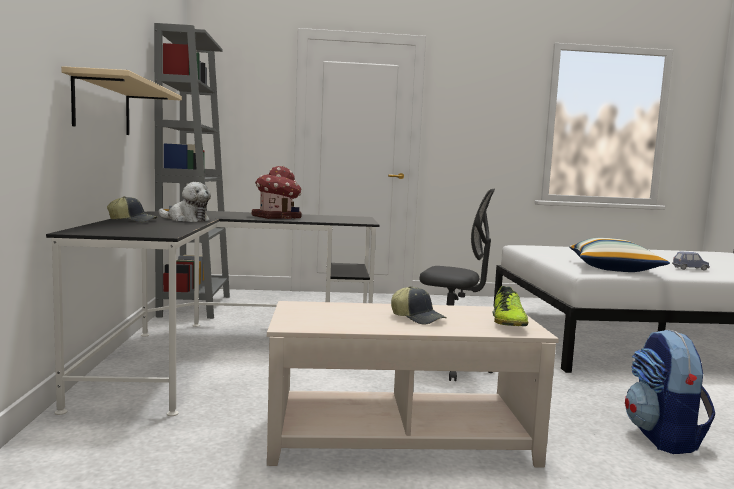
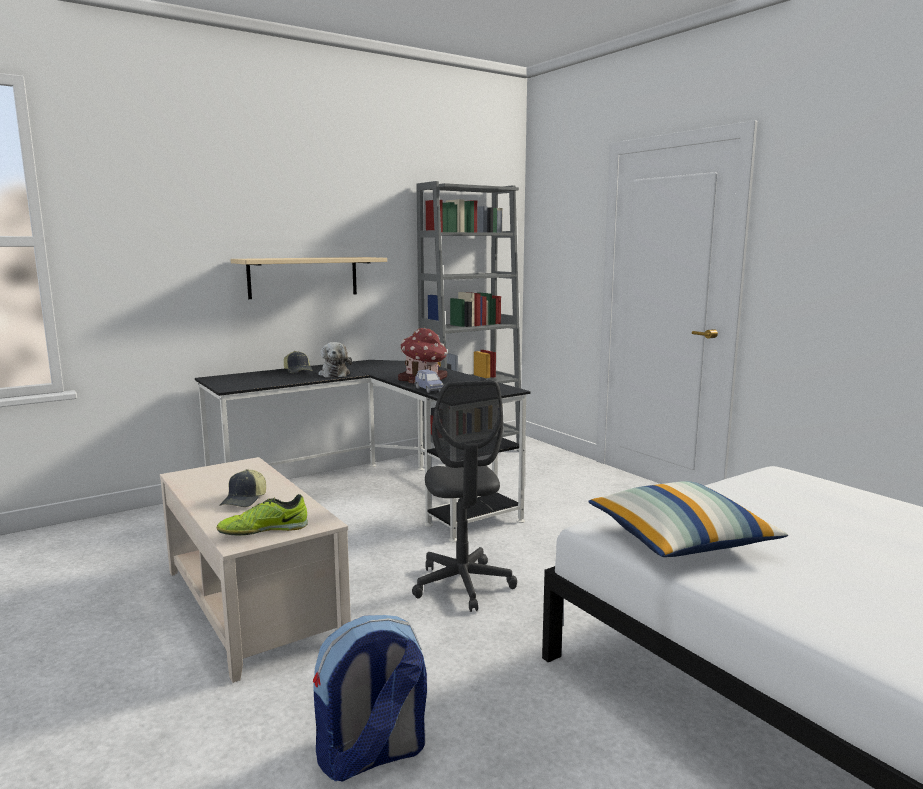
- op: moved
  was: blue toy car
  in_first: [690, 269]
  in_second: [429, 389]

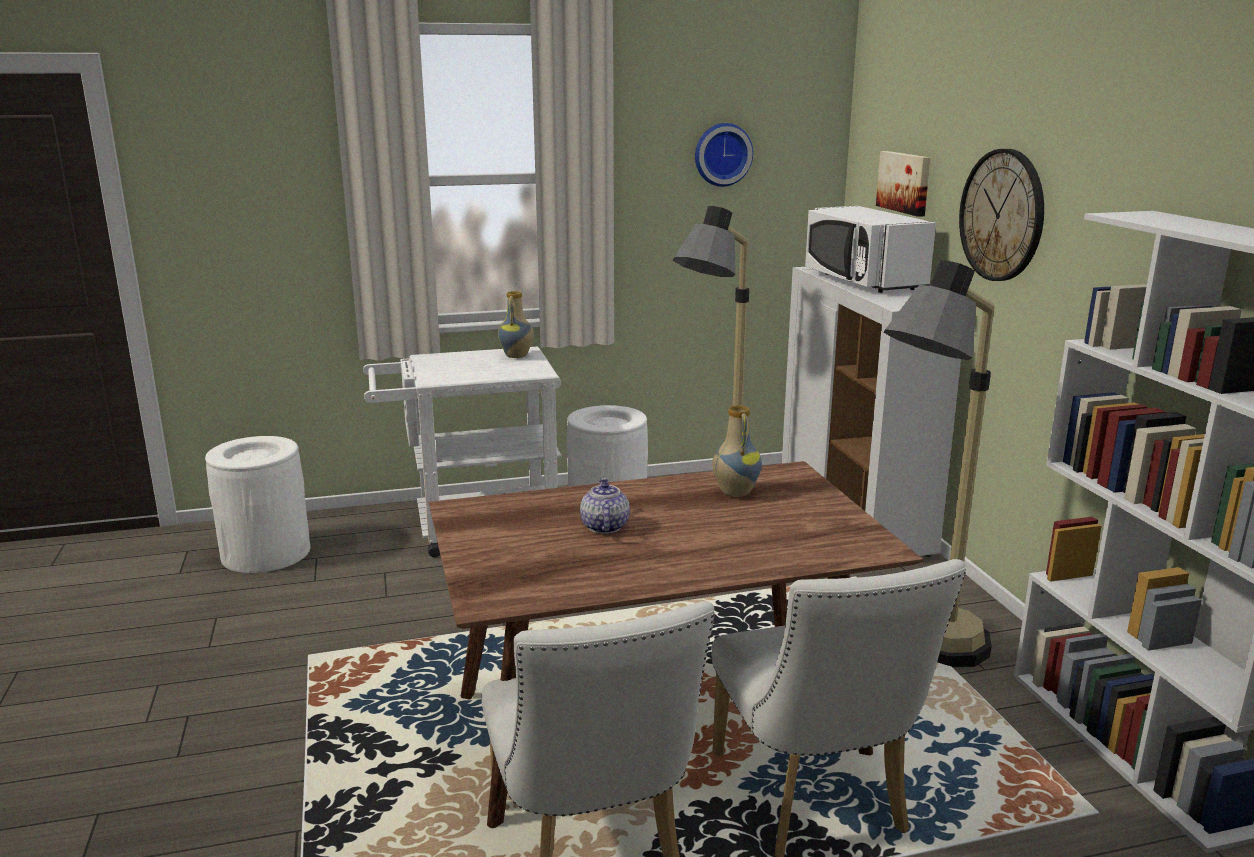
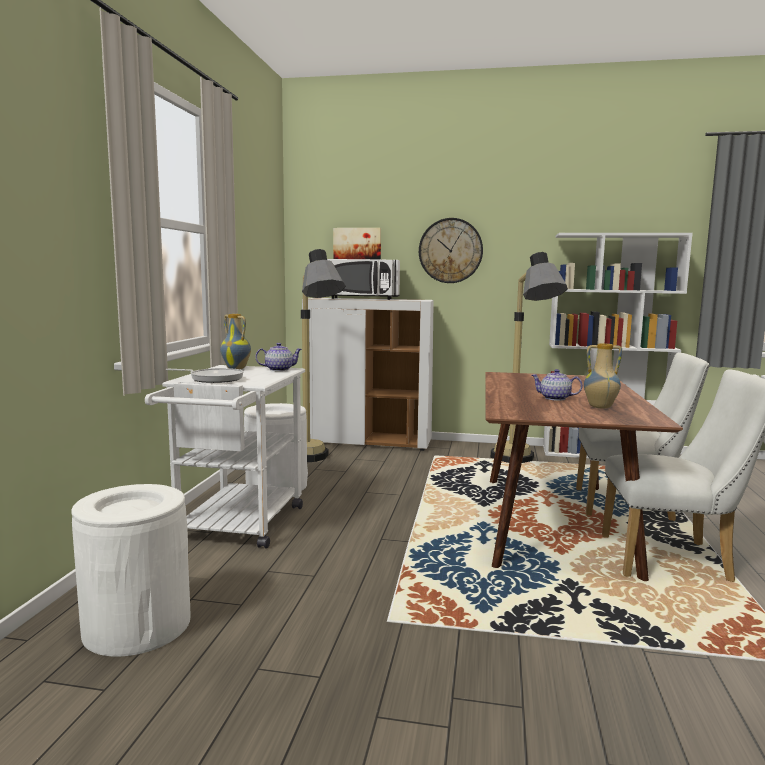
- op: removed
  was: wall clock
  in_first: [722, 154]
- op: added
  now: frying pan
  in_second: [213, 379]
- op: added
  now: teapot
  in_second: [278, 369]
- op: moved
  was: vase
  in_first: [734, 493]
  in_second: [600, 407]

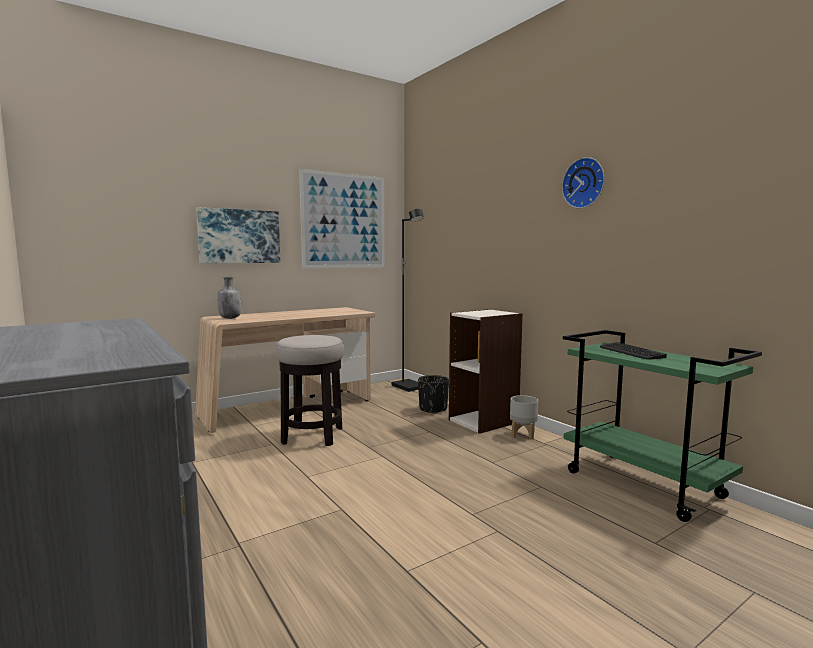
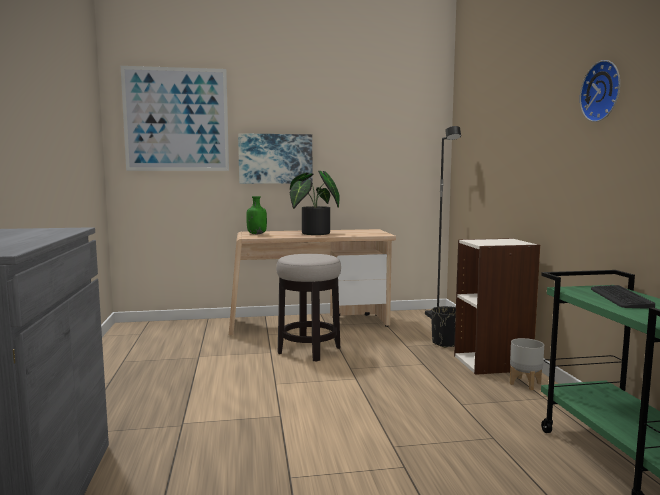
- op: added
  now: potted plant
  in_second: [312, 234]
- op: moved
  was: picture
  in_first: [344, 221]
  in_second: [176, 119]
- op: recoloured
  was: grey bottle
  now: green bottle
  in_first: [230, 318]
  in_second: [257, 234]

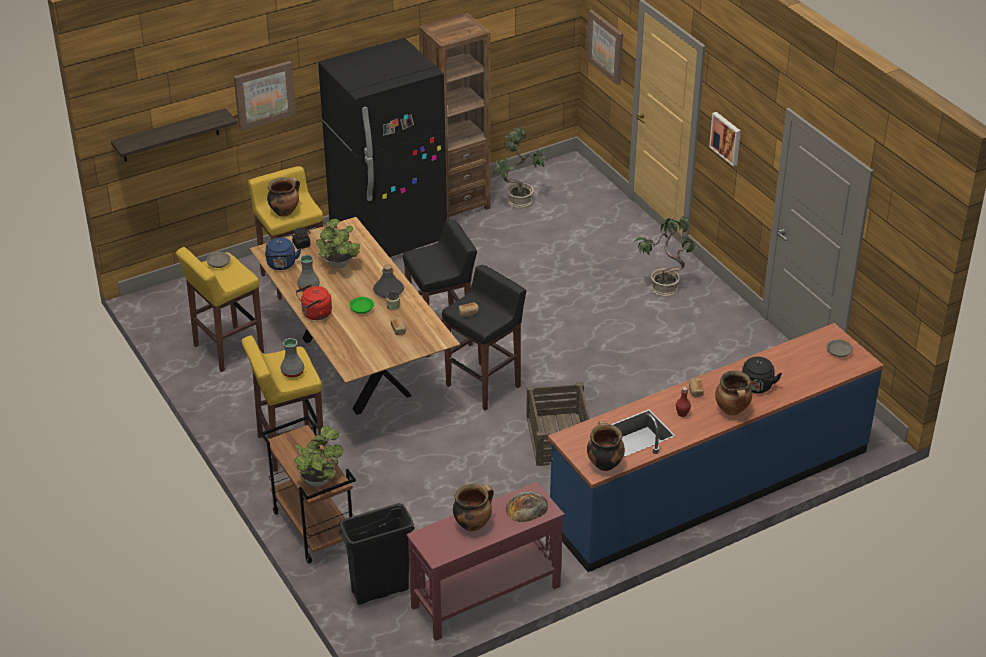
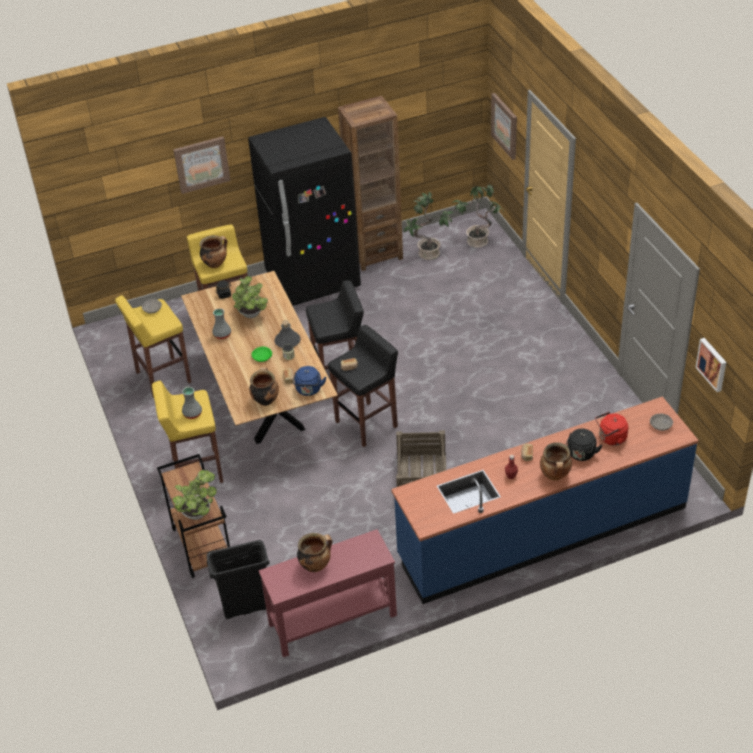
- op: removed
  was: shelf
  in_first: [170, 136]
- op: removed
  was: bread
  in_first: [527, 507]
- op: moved
  was: blue kettle
  in_first: [281, 265]
  in_second: [308, 390]
- op: moved
  was: red kettle
  in_first: [315, 314]
  in_second: [611, 438]
- op: moved
  was: cooking pot
  in_first: [604, 464]
  in_second: [265, 400]
- op: moved
  was: potted plant
  in_first: [665, 287]
  in_second: [478, 240]
- op: moved
  was: picture
  in_first: [726, 138]
  in_second: [712, 364]

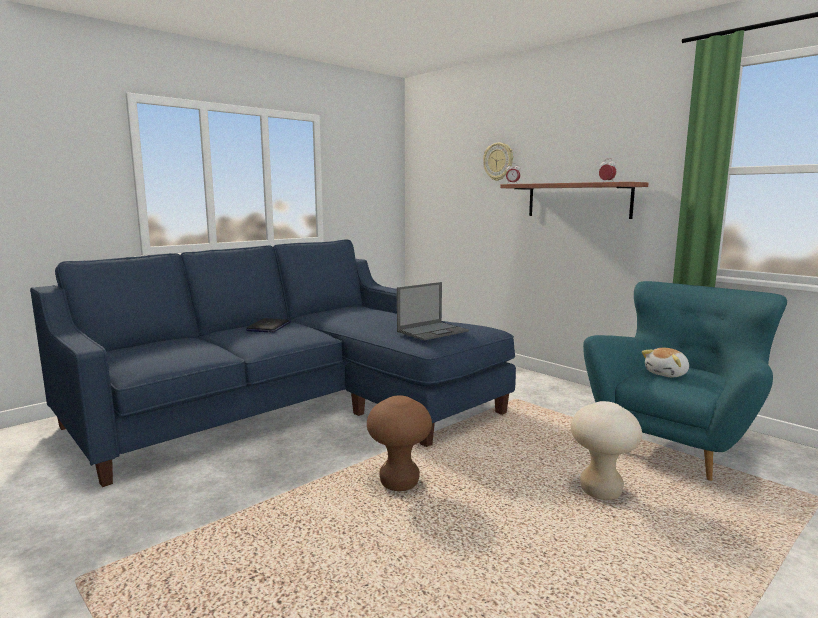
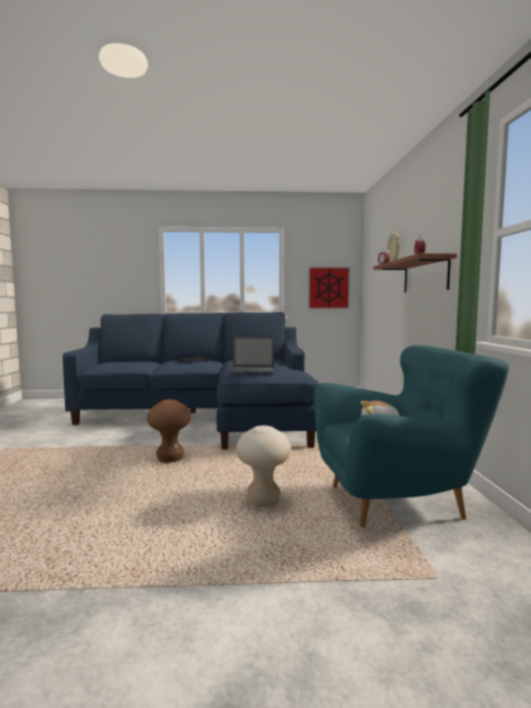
- op: added
  now: picture
  in_second: [328, 288]

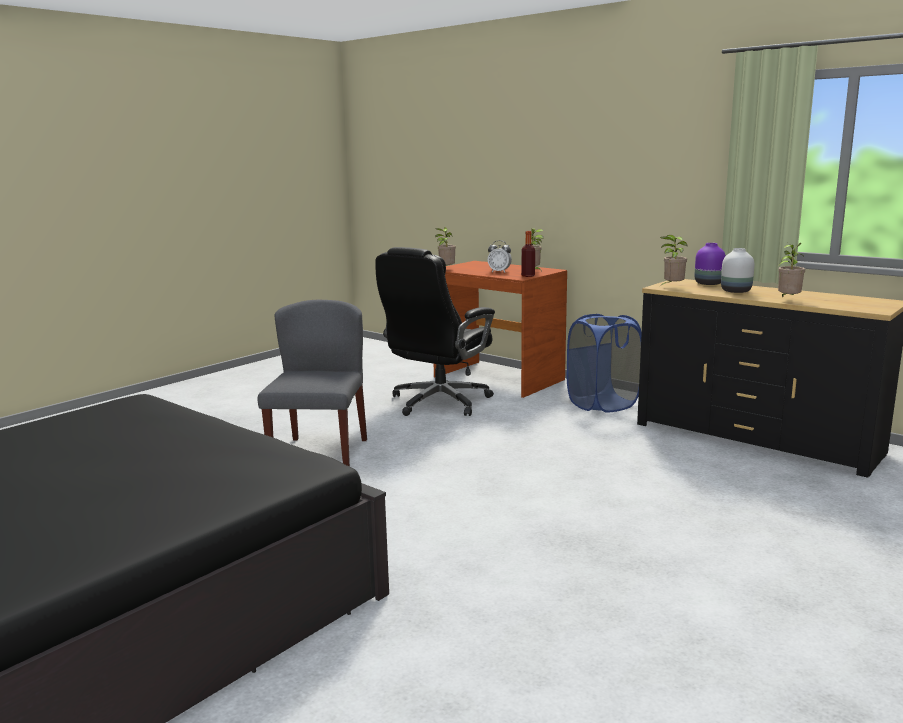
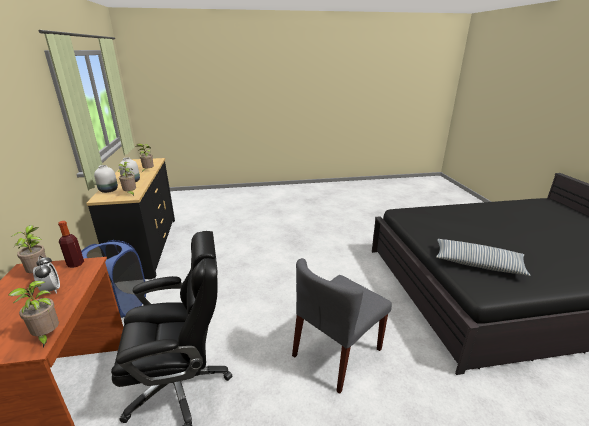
- op: added
  now: pillow
  in_second: [477, 263]
- op: recoloured
  was: purple vase
  now: white vase
  in_first: [708, 283]
  in_second: [108, 190]

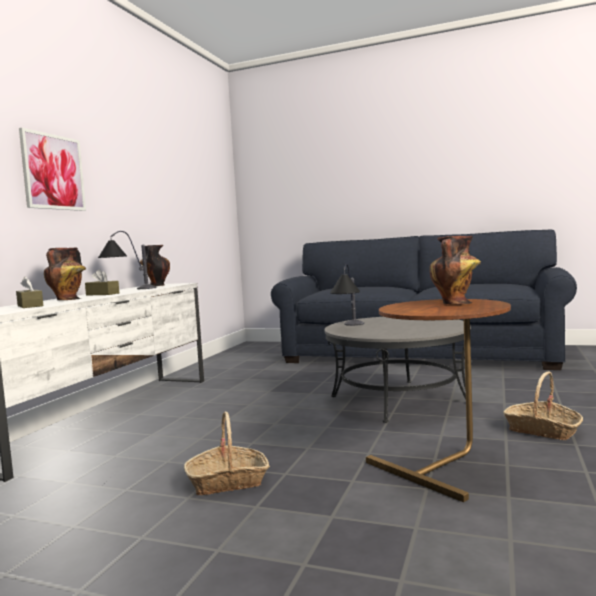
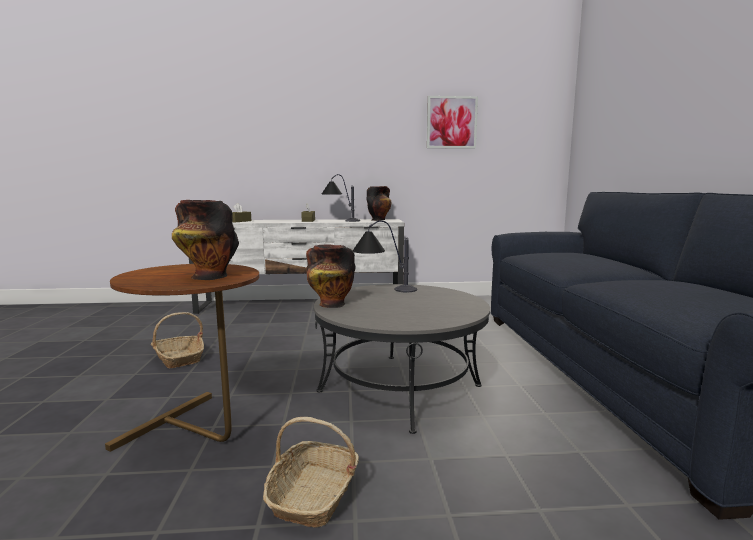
- op: moved
  was: picture
  in_first: [53, 172]
  in_second: [451, 122]
- op: moved
  was: vase
  in_first: [68, 299]
  in_second: [330, 304]

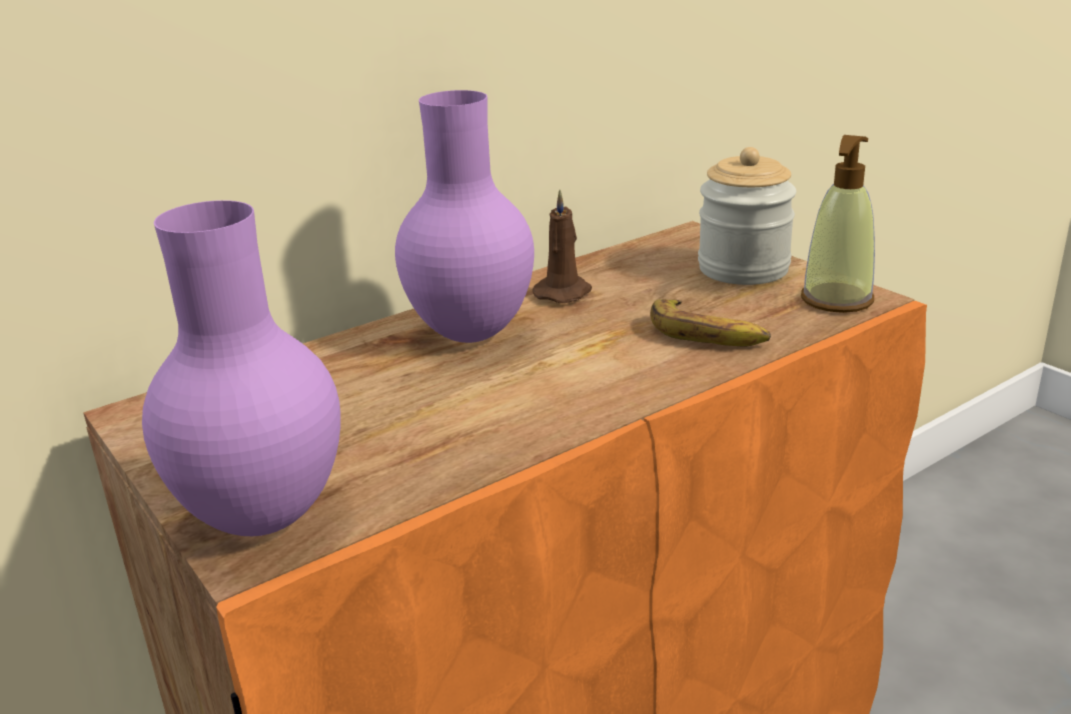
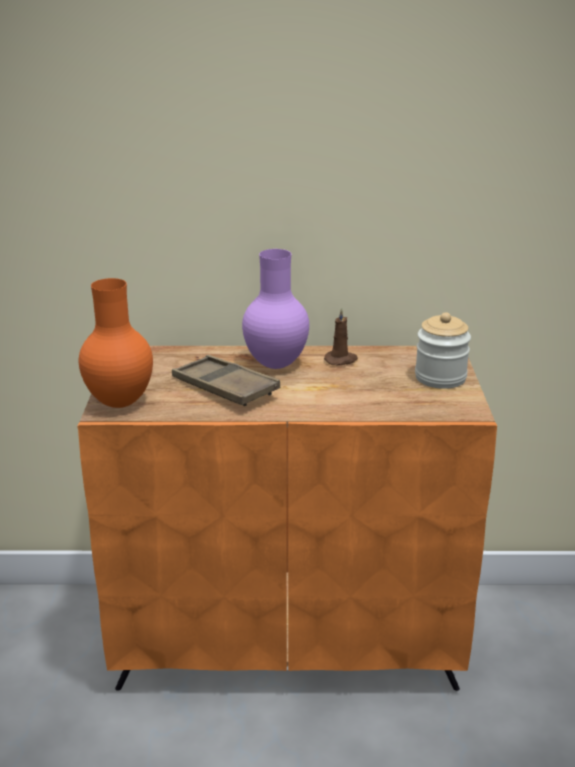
- op: removed
  was: banana
  in_first: [708, 334]
- op: removed
  was: soap dispenser
  in_first: [836, 300]
- op: added
  now: brown tray
  in_second: [225, 388]
- op: recoloured
  was: purple vase
  now: orange vase
  in_first: [267, 517]
  in_second: [121, 403]

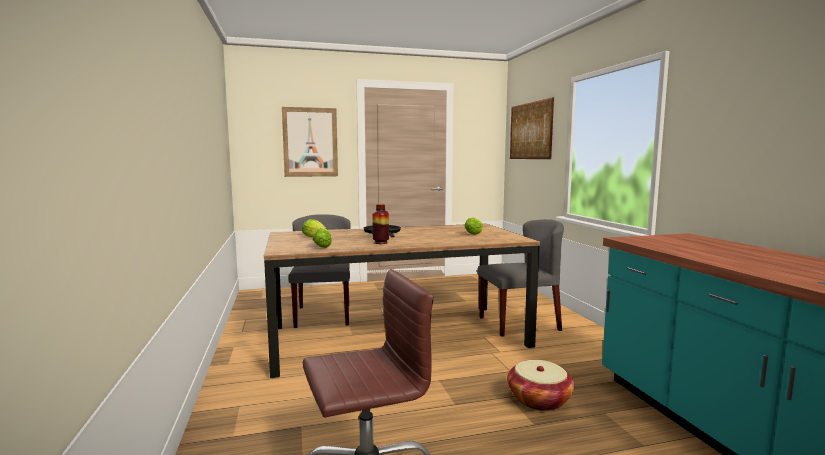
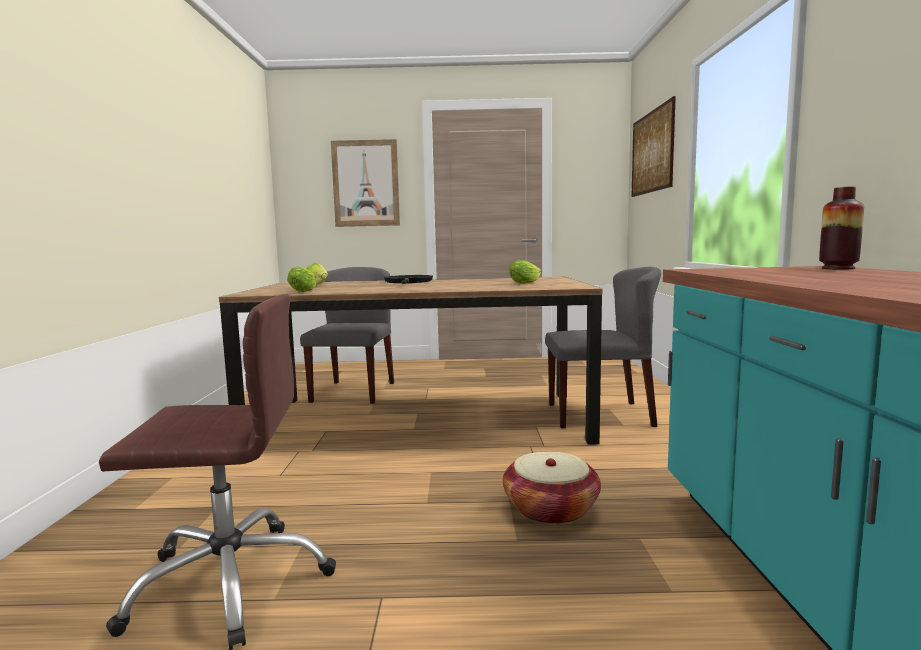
- op: moved
  was: vase
  in_first: [380, 242]
  in_second: [838, 268]

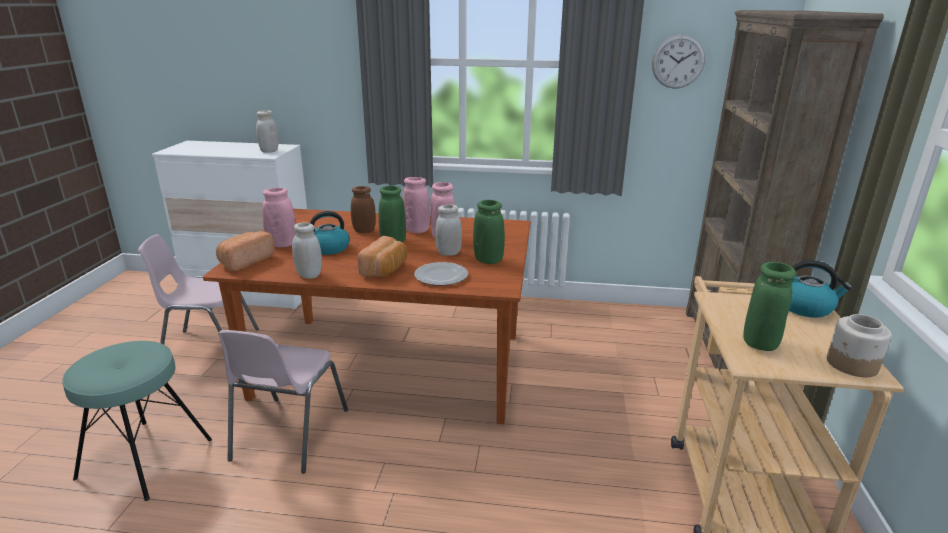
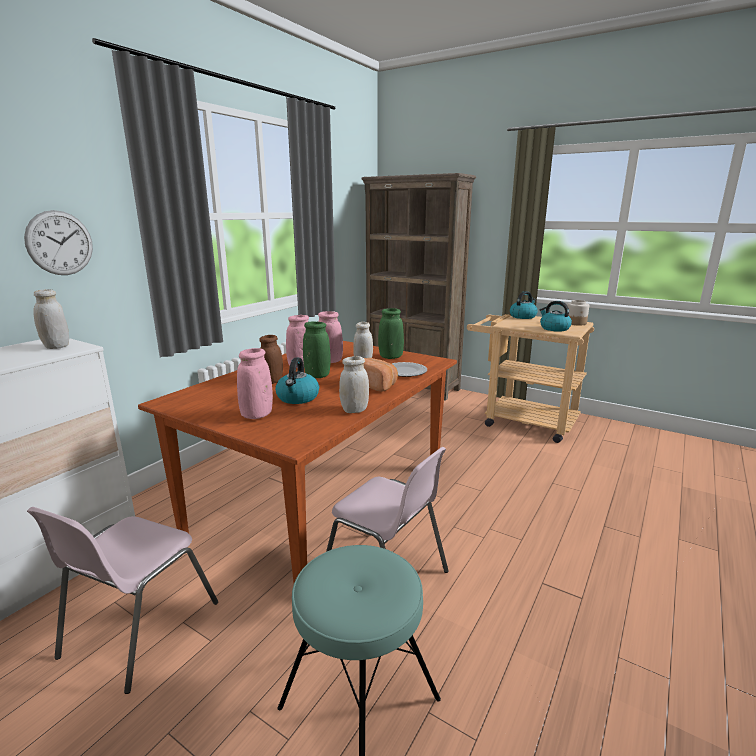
- op: removed
  was: bread
  in_first: [245, 261]
- op: moved
  was: wall clock
  in_first: [678, 61]
  in_second: [60, 243]
- op: replaced
  was: green vase
  now: kettle
  in_first: [760, 344]
  in_second: [554, 328]

